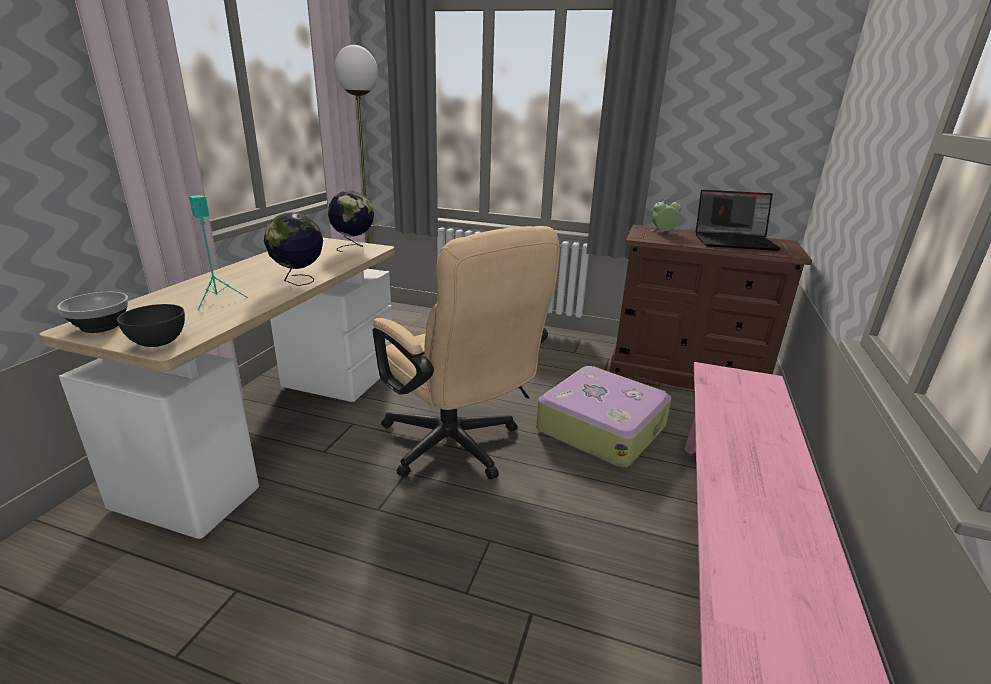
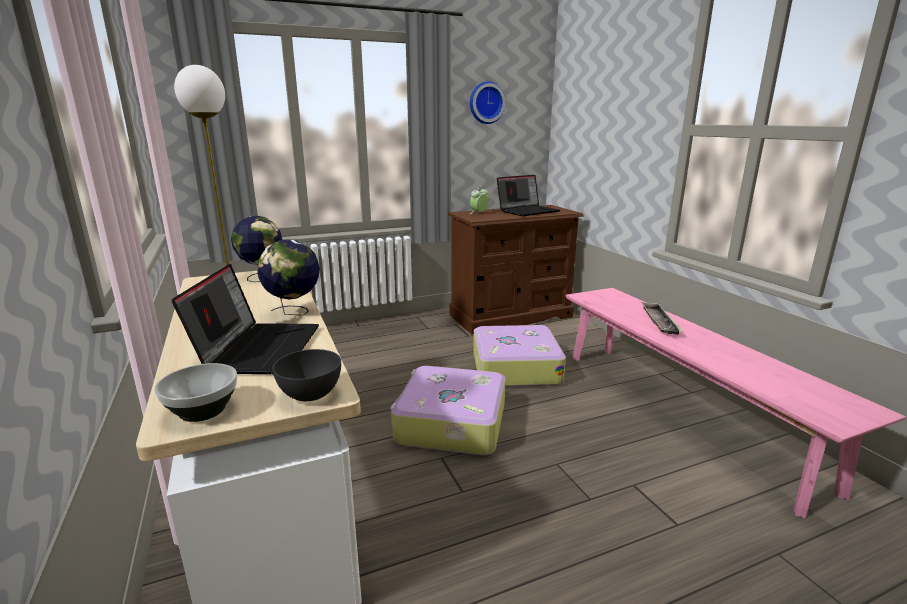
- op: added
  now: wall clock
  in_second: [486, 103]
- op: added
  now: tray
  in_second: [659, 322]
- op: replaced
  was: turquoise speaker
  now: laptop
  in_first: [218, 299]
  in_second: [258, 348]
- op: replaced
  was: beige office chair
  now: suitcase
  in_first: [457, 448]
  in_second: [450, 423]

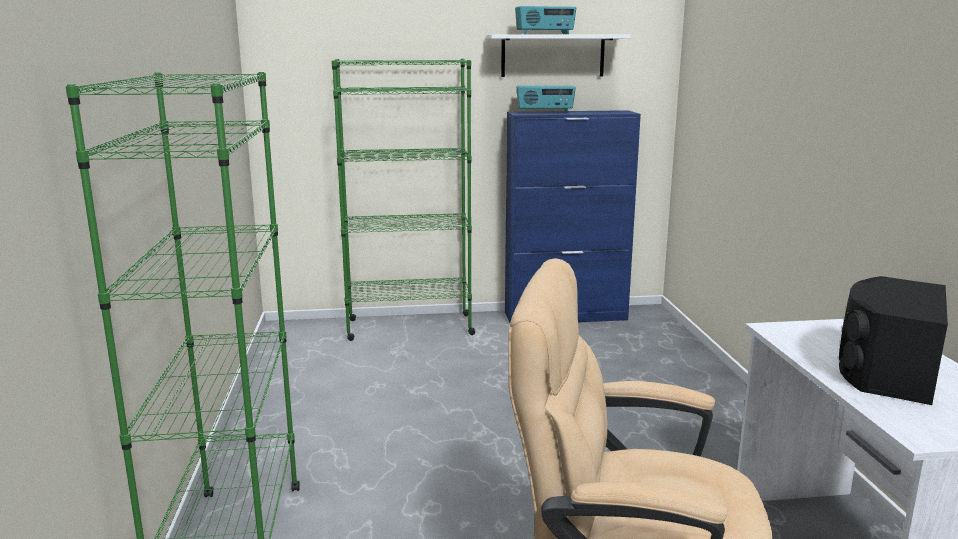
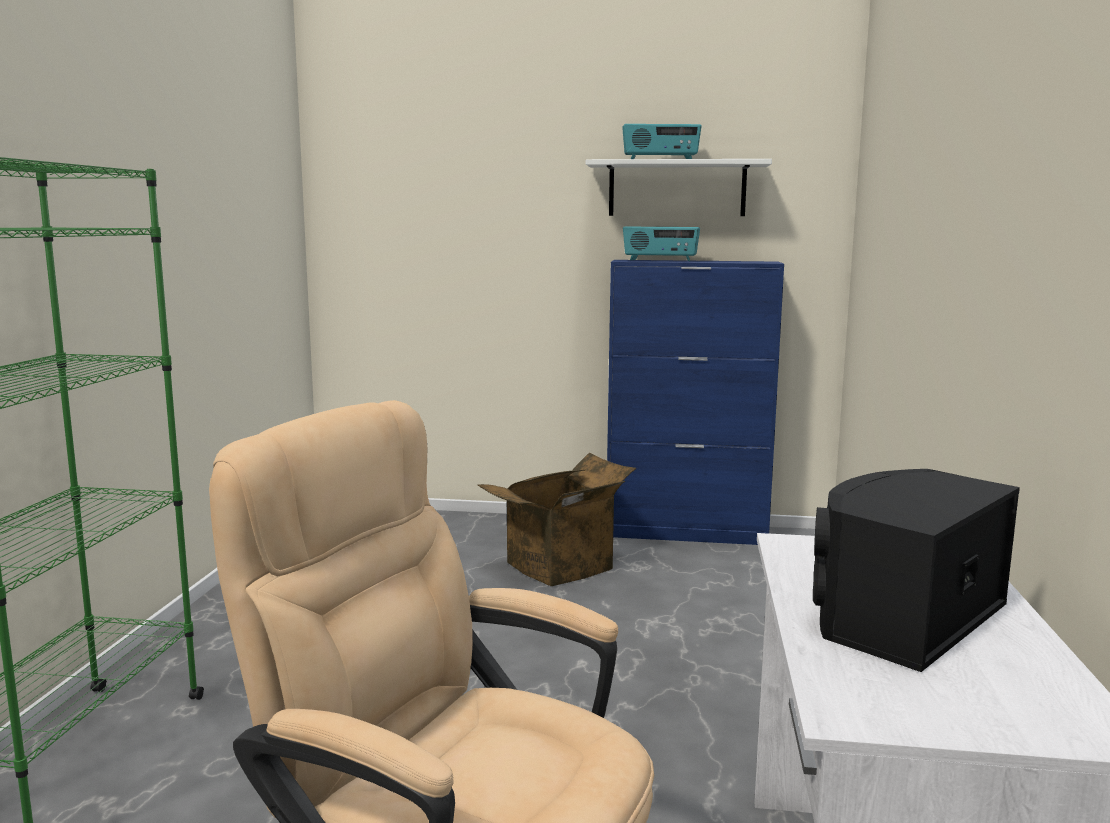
- op: removed
  was: green bookcase
  in_first: [409, 327]
- op: added
  now: cardboard box
  in_second: [560, 568]

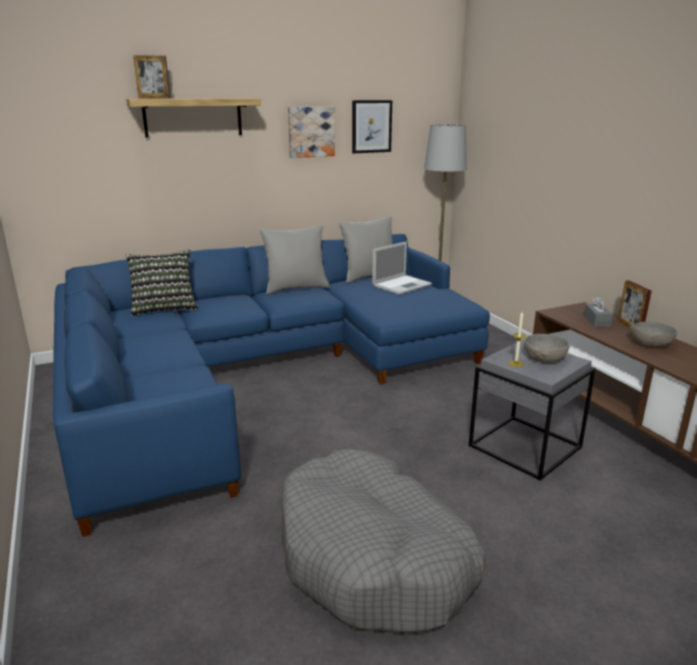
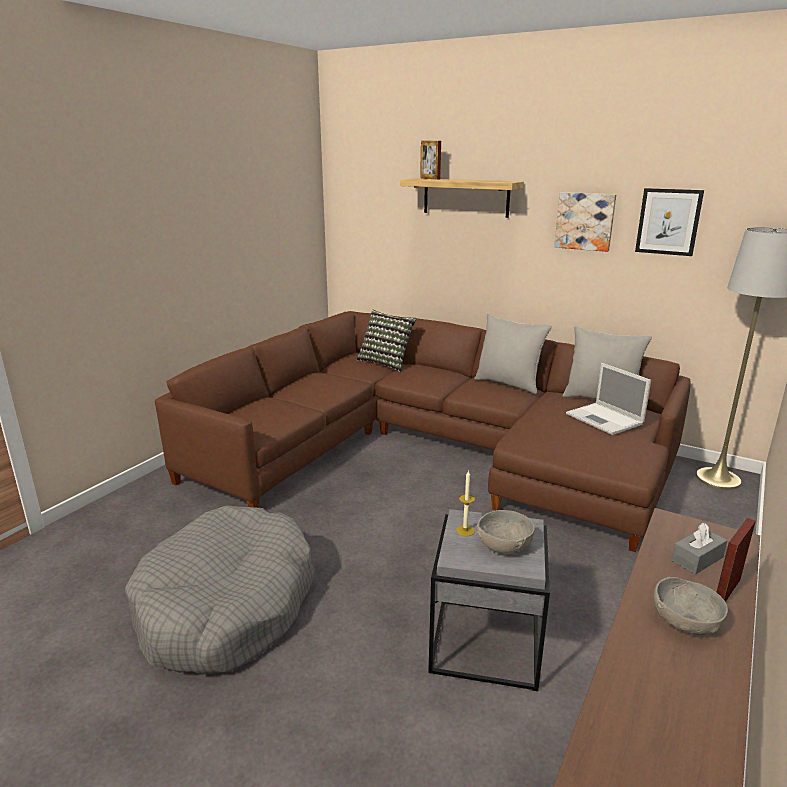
- op: recoloured
  was: blue sofa
  now: brown sofa
  in_first: [261, 373]
  in_second: [430, 449]
- op: turned
  was: laptop
  in_first: [402, 285]
  in_second: [605, 419]
  clockwise: 45

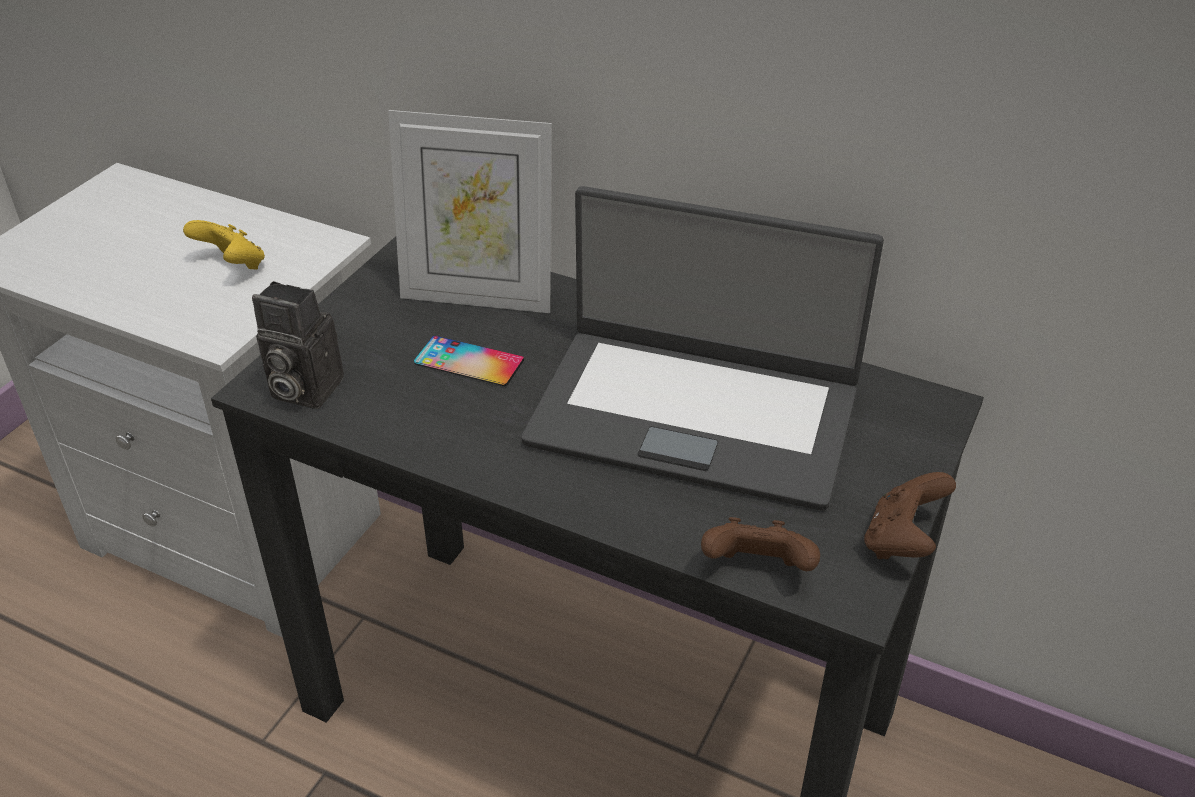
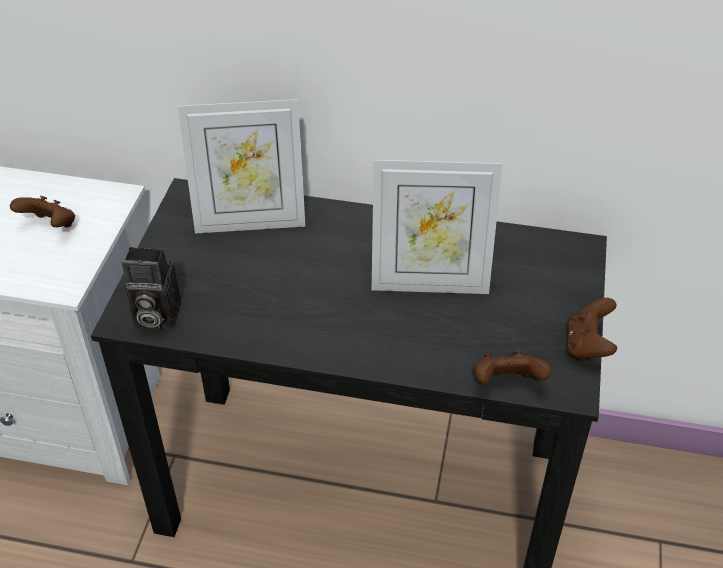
- op: removed
  was: phone
  in_first: [469, 362]
- op: replaced
  was: laptop
  now: picture frame
  in_first: [694, 414]
  in_second: [430, 283]
- op: recoloured
  was: yellow game controller
  now: brown game controller
  in_first: [233, 266]
  in_second: [50, 226]

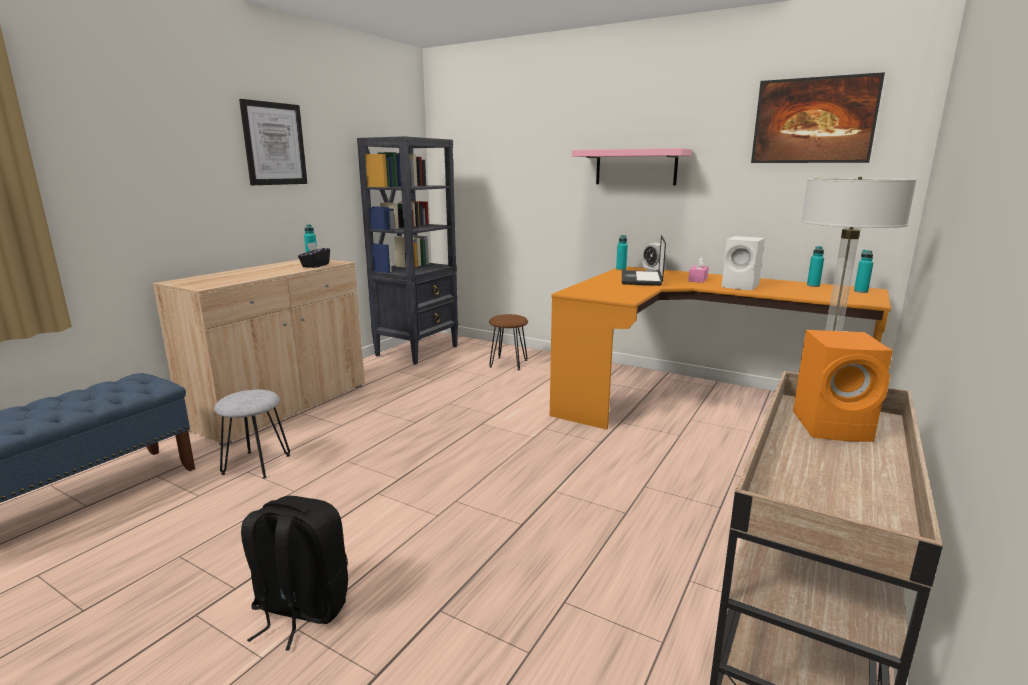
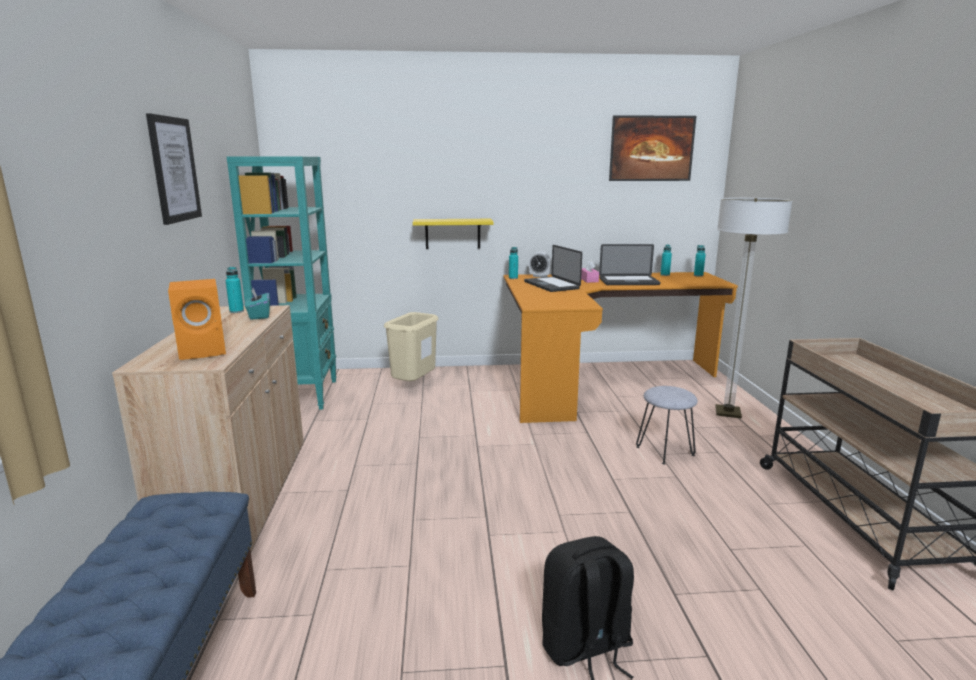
- op: removed
  was: pink shelf
  in_first: [636, 167]
- op: added
  now: yellow shelf
  in_second: [452, 233]
- op: moved
  was: grey stool
  in_first: [256, 464]
  in_second: [664, 451]
- op: moved
  was: orange speaker
  in_first: [834, 427]
  in_second: [205, 351]
- op: replaced
  was: brown stool
  now: beige trash can
  in_first: [508, 363]
  in_second: [413, 386]
- op: replaced
  was: white speaker
  now: laptop
  in_first: [741, 286]
  in_second: [628, 282]
- op: recoloured
  was: black tissue box
  now: turquoise tissue box
  in_first: [315, 265]
  in_second: [259, 316]
- op: recoloured
  was: black bookcase
  now: turquoise bookcase
  in_first: [418, 351]
  in_second: [301, 394]

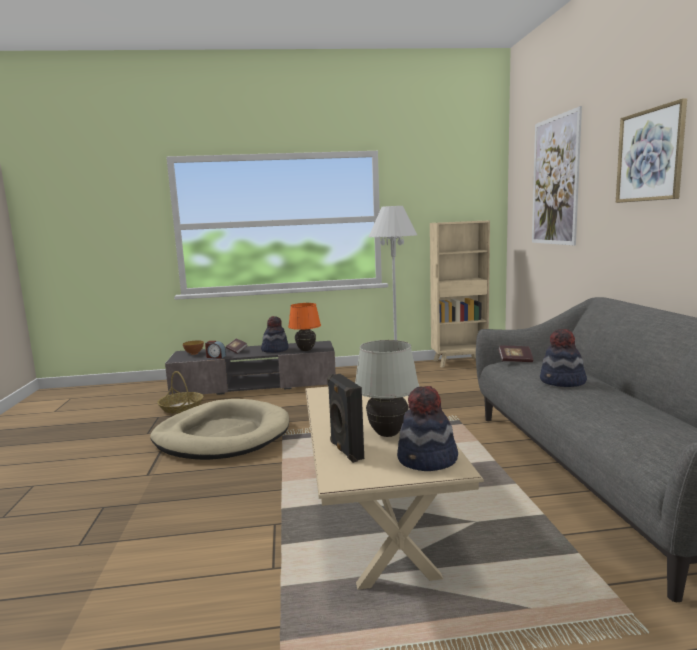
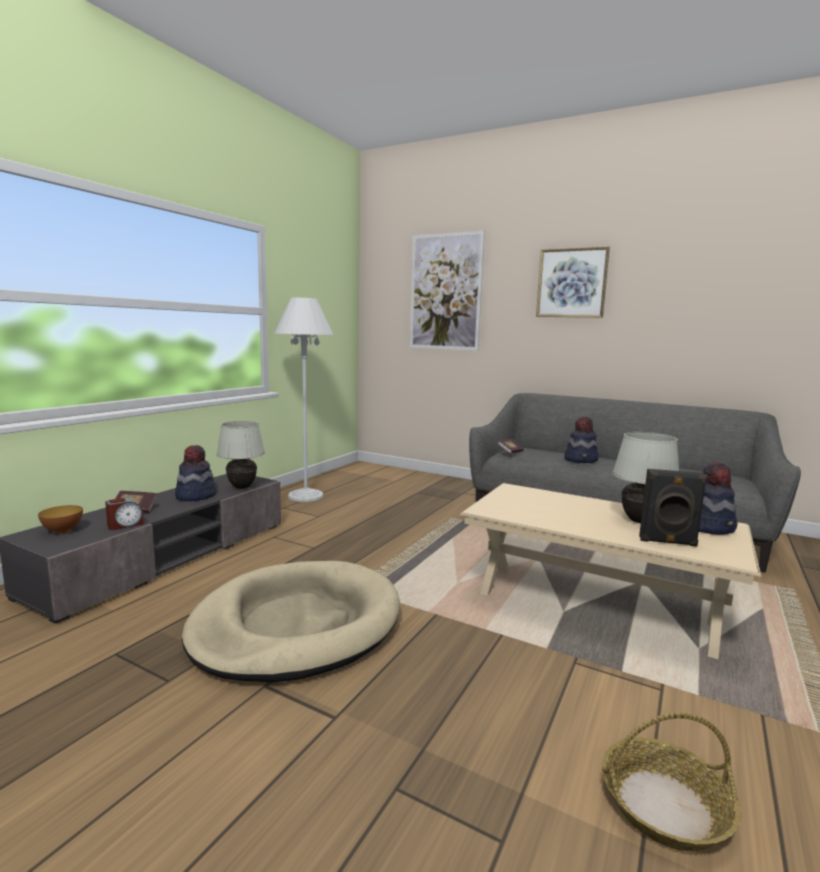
- op: removed
  was: beige bookcase
  in_first: [459, 362]
- op: moved
  was: basket
  in_first: [181, 407]
  in_second: [664, 806]
- op: recoloured
  was: orange table lamp
  now: white table lamp
  in_first: [306, 350]
  in_second: [242, 487]

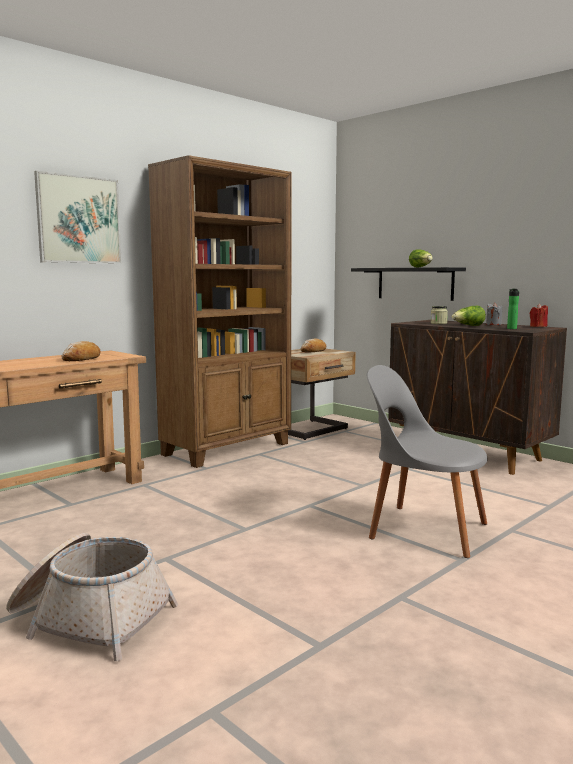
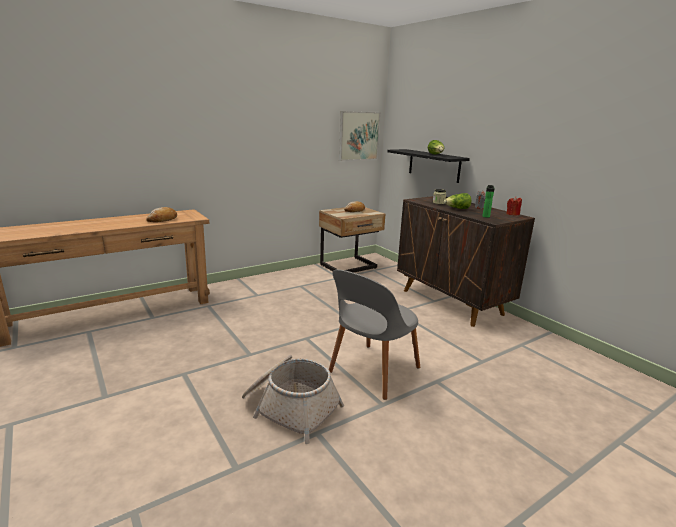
- op: removed
  was: brown bookcase
  in_first: [228, 449]
- op: moved
  was: basket
  in_first: [89, 618]
  in_second: [290, 407]
- op: moved
  was: picture
  in_first: [79, 220]
  in_second: [359, 136]
- op: turned
  was: grey chair
  in_first: [423, 529]
  in_second: [372, 371]
  clockwise: -90

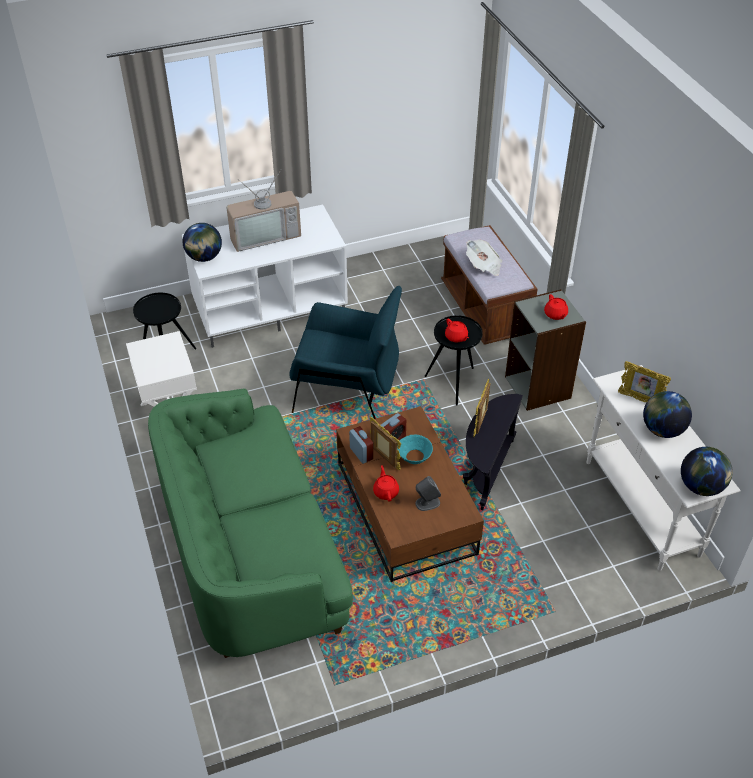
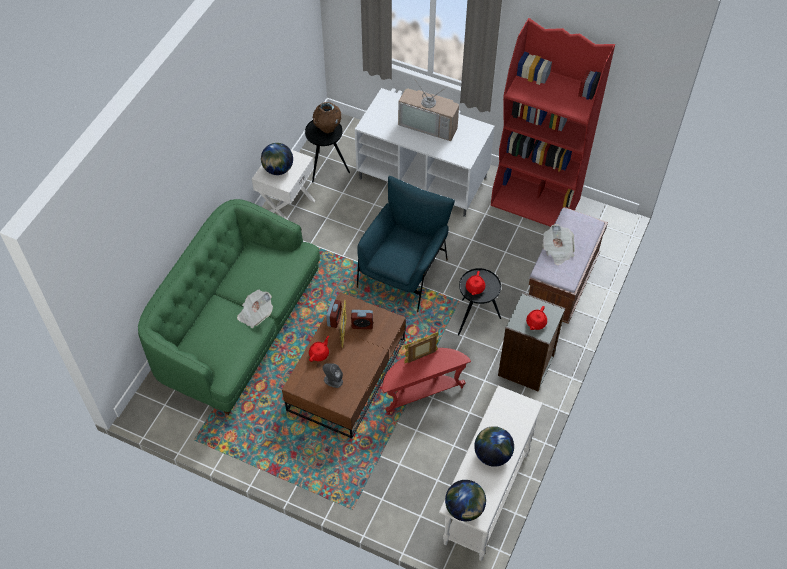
- op: removed
  was: turquoise bowl
  in_first: [414, 456]
- op: removed
  was: picture frame
  in_first: [640, 400]
- op: added
  now: newspaper
  in_second: [255, 314]
- op: added
  now: brown vase
  in_second: [327, 128]
- op: added
  now: red bookcase
  in_second: [536, 202]
- op: moved
  was: globe
  in_first: [204, 257]
  in_second: [278, 169]
- op: recoloured
  was: black side table
  now: red side table
  in_first: [486, 471]
  in_second: [421, 392]
- op: turned
  was: blue armchair
  in_first: [347, 390]
  in_second: [404, 271]
  clockwise: -120

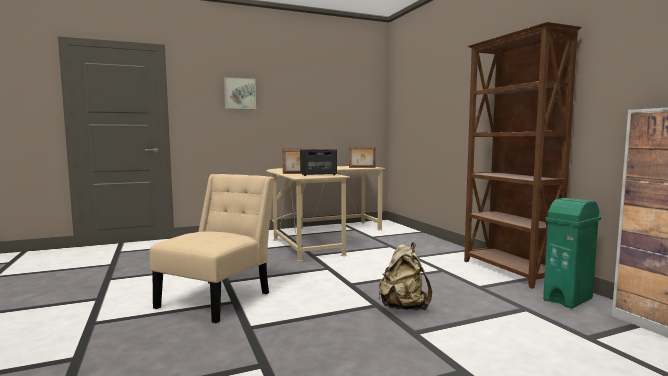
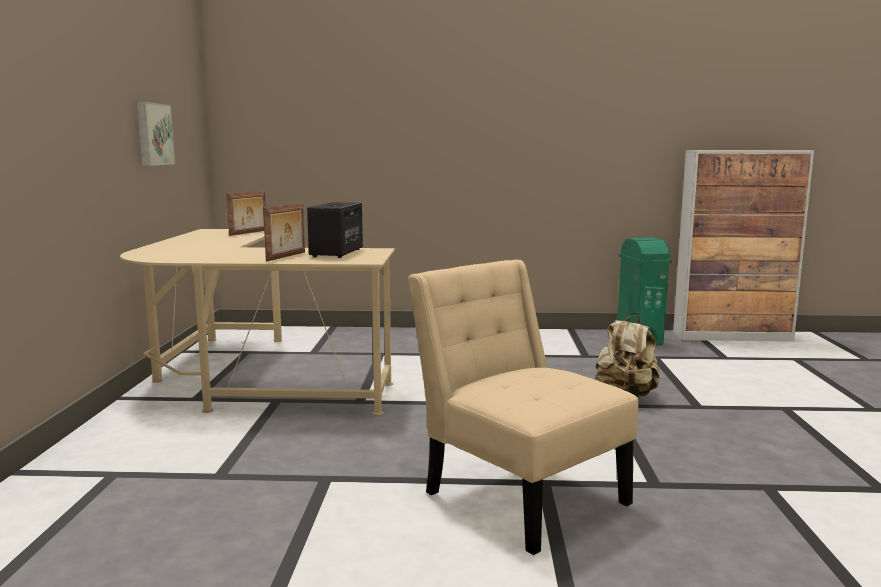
- op: removed
  was: brown bookcase
  in_first: [508, 271]
- op: moved
  was: picture
  in_first: [240, 93]
  in_second: [153, 134]

